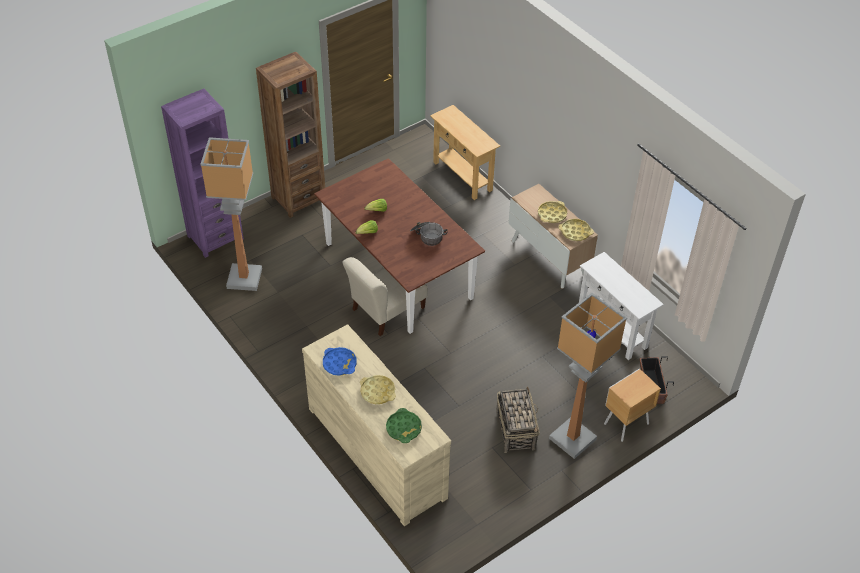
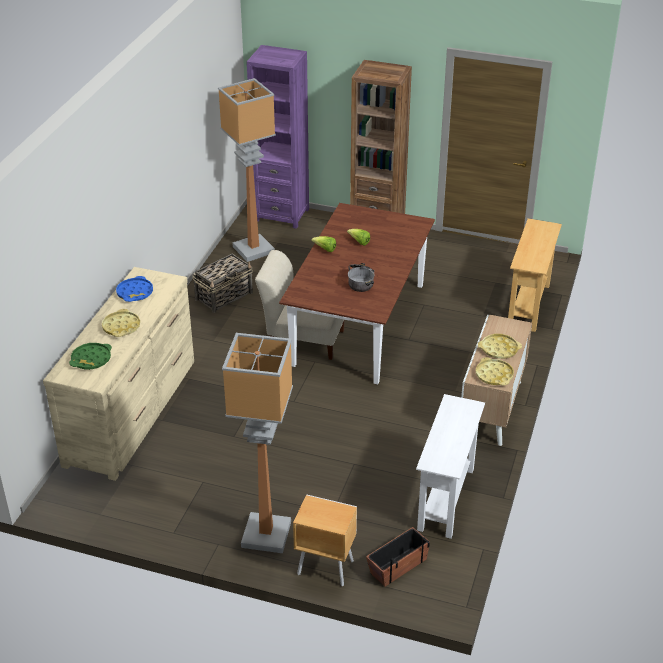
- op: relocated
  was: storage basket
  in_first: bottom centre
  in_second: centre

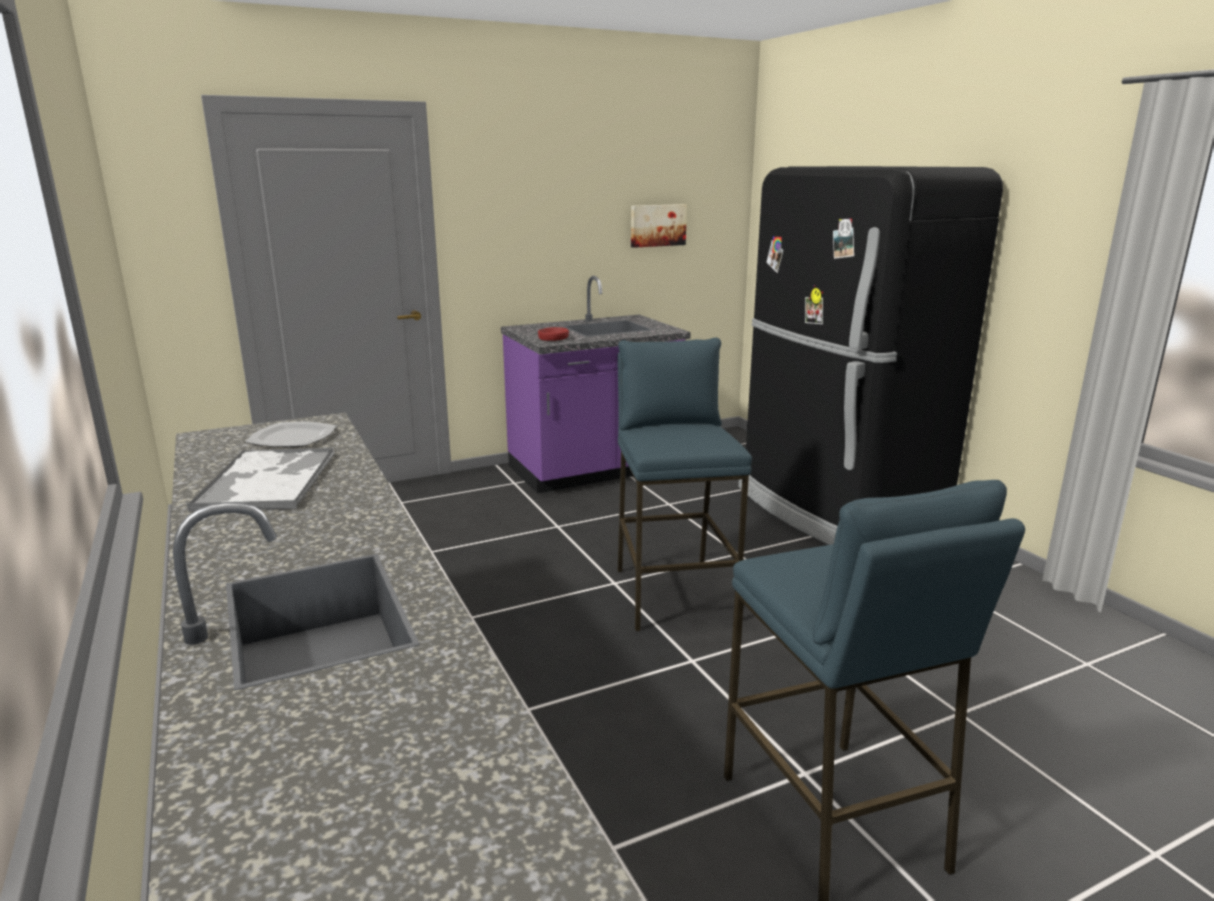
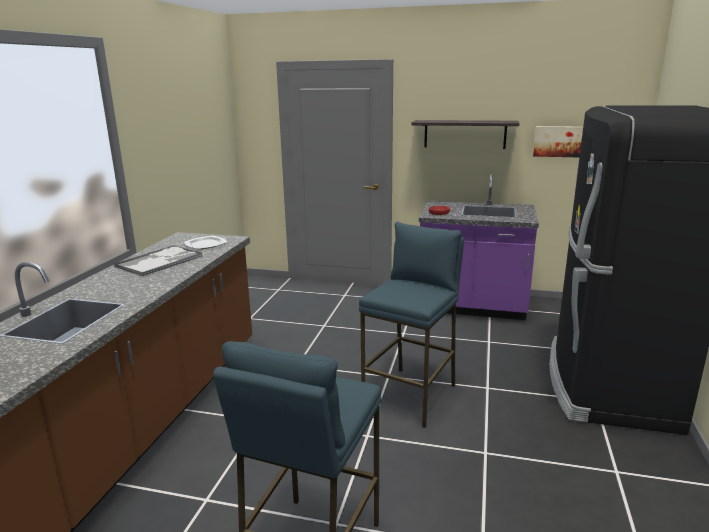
- op: appeared
  now: wall shelf
  in_second: top centre

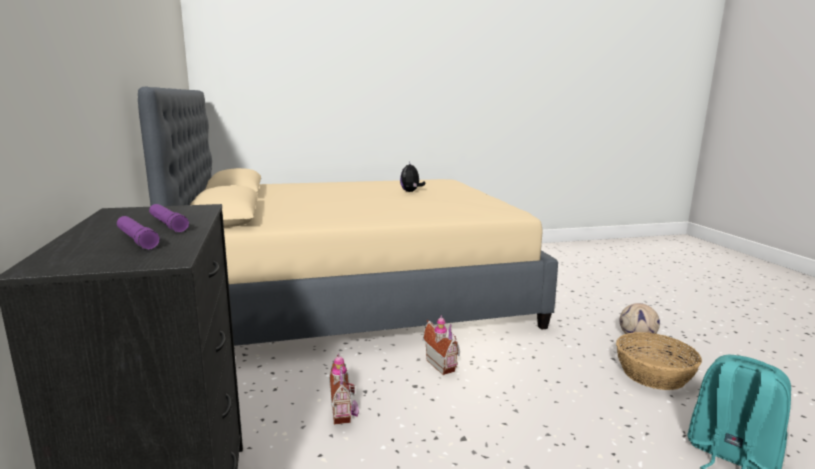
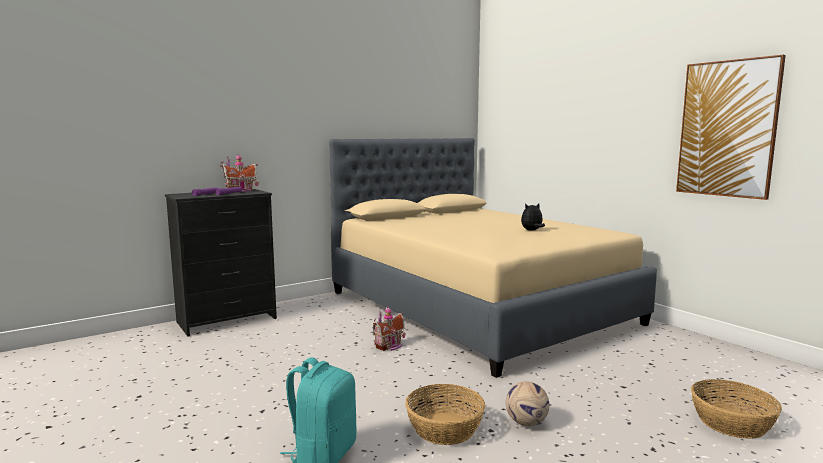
- op: relocated
  was: miniature house (no. 1 from left)
  in_first: bottom centre
  in_second: middle left
- op: appeared
  now: picture
  in_second: top right
- op: appeared
  now: storage basket (no. 2 from left)
  in_second: bottom right

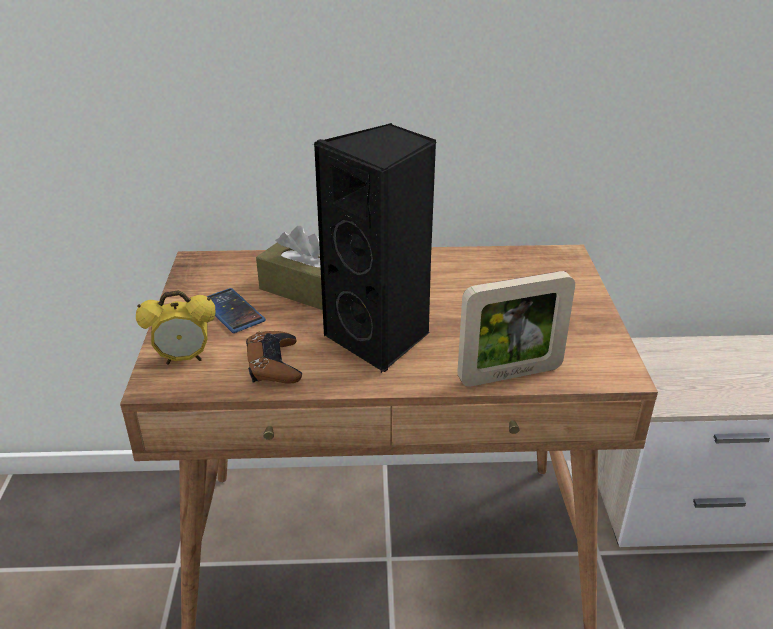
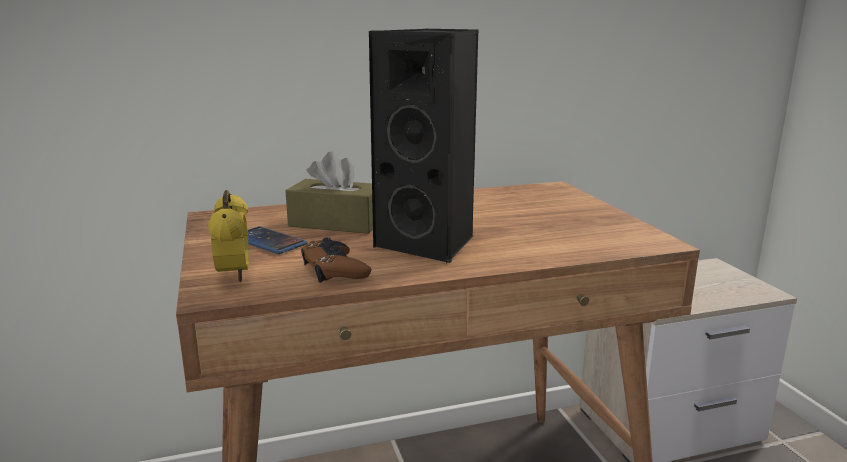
- op: spun
  was: table clock
  in_first: middle left
  in_second: middle left
  clockwise: -75
- op: missing
  was: standing frame
  in_first: middle right

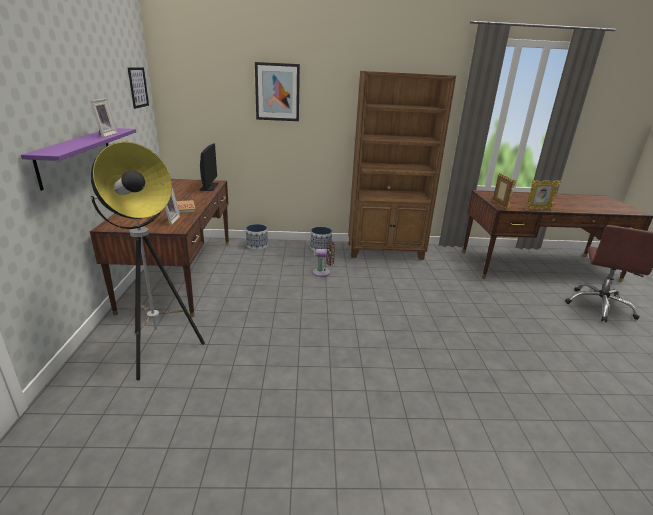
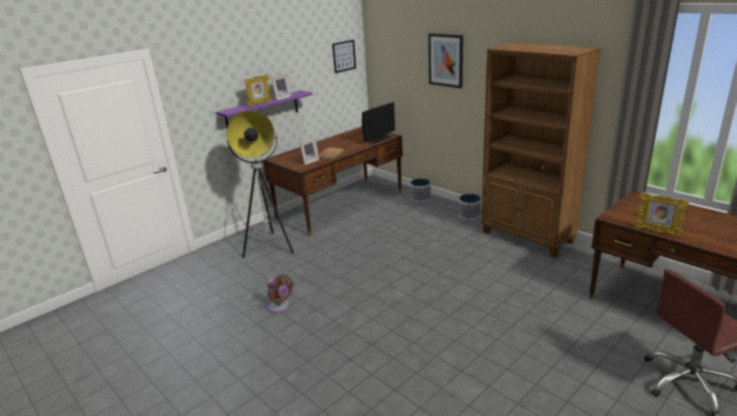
- op: relocated
  was: standing frame (no. 3 from left in the first image)
  now: standing frame (no. 1 from left)
  in_first: middle right
  in_second: top centre
- op: relocated
  was: brown-coloured fan
  in_first: centre
  in_second: bottom centre

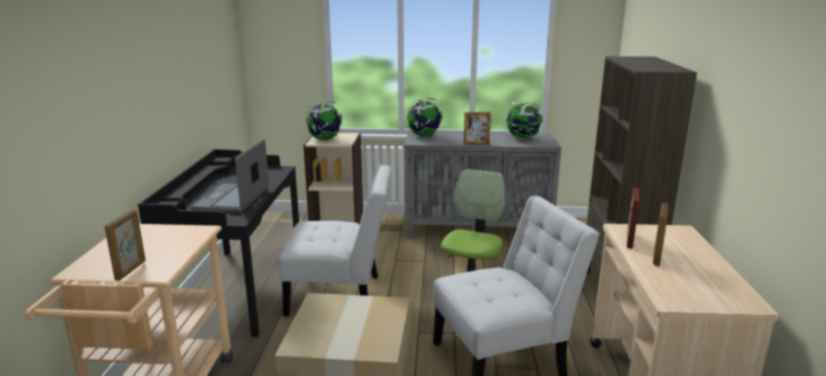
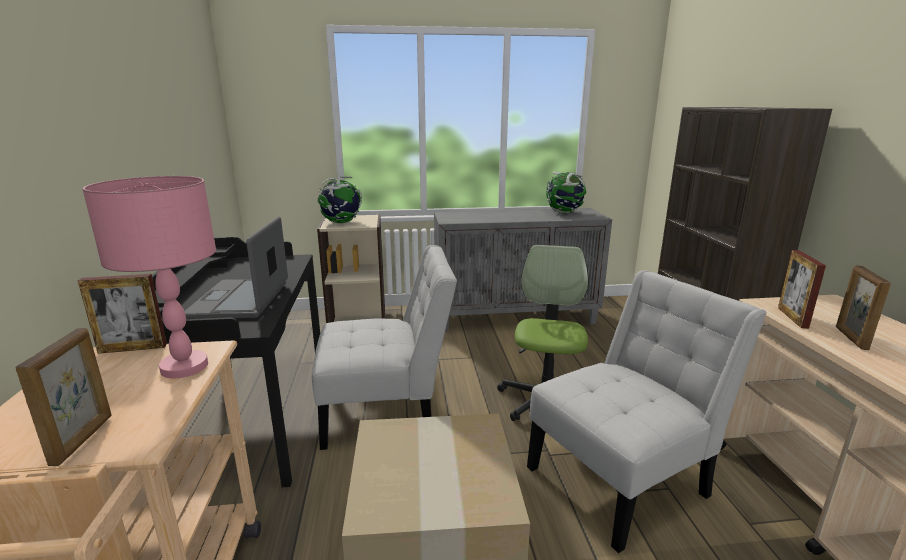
- op: relocated
  was: standing frame (no. 2 from left)
  in_first: centre
  in_second: middle left
- op: appeared
  now: pink table lamp
  in_second: middle left
- op: missing
  was: world globe (no. 2 from left)
  in_first: top centre

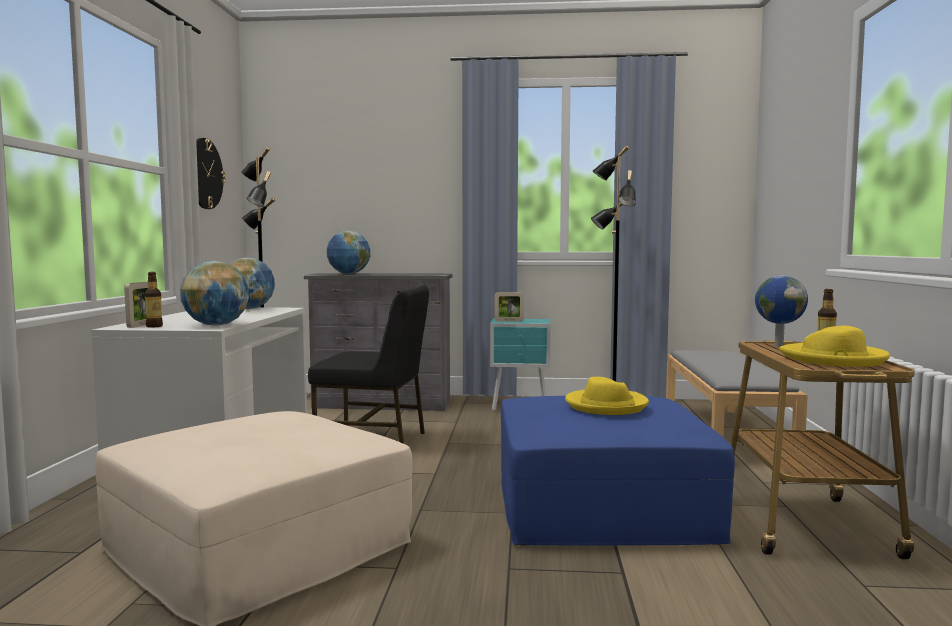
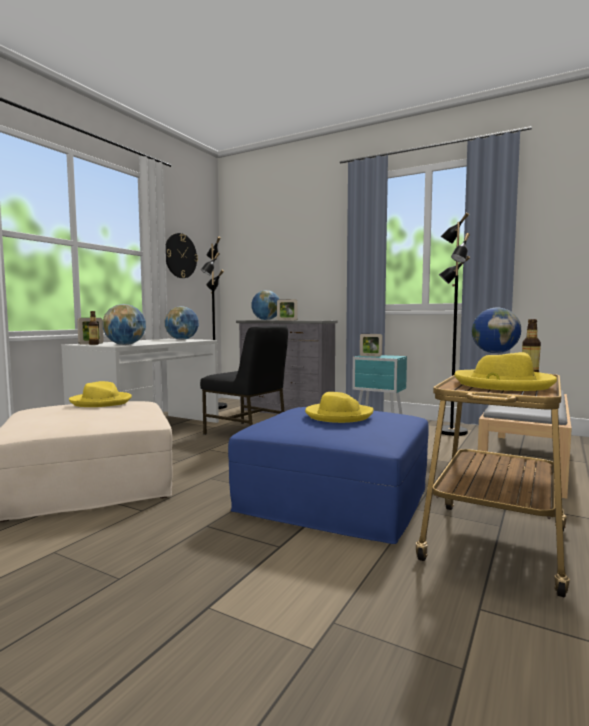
- op: appeared
  now: yellowish clothing hat (no. 1 from left)
  in_second: middle left
- op: appeared
  now: standing frame (no. 2 from left)
  in_second: centre

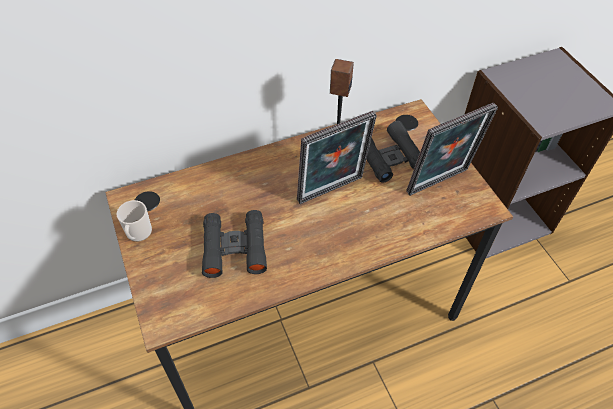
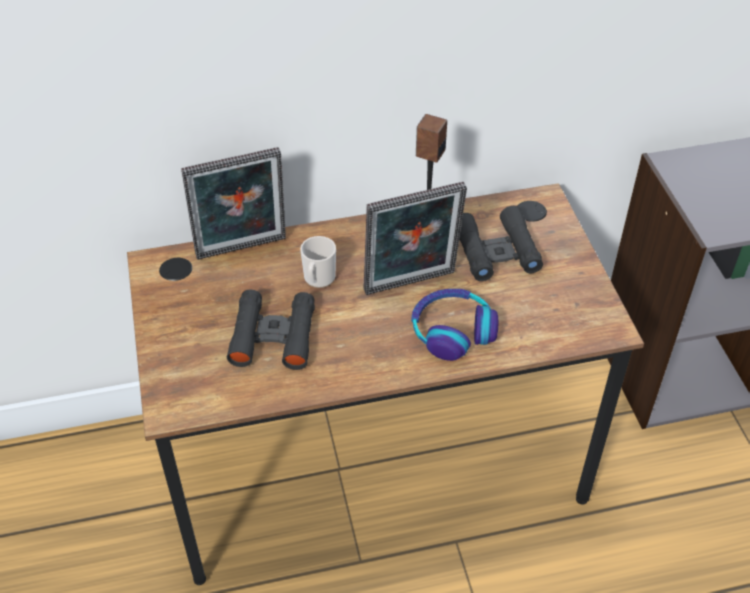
- op: relocated
  was: standing frame (no. 2 from left in the first image)
  now: standing frame (no. 1 from left)
  in_first: middle right
  in_second: middle left
- op: relocated
  was: coffee mug
  in_first: middle left
  in_second: centre
- op: appeared
  now: headset
  in_second: centre

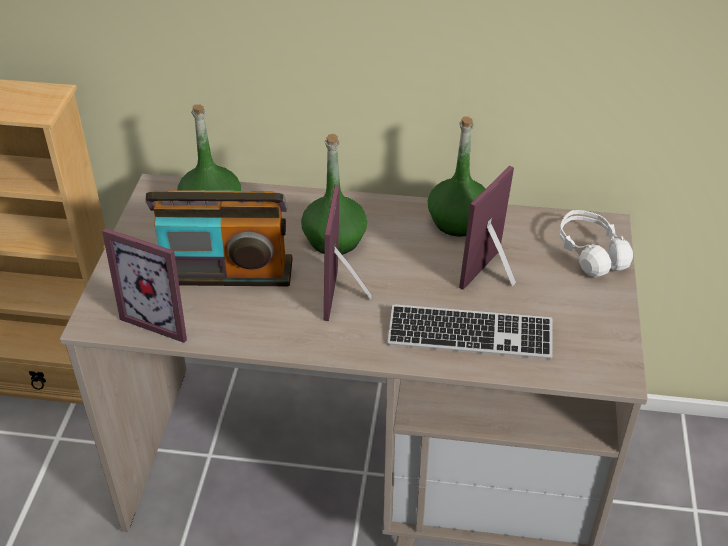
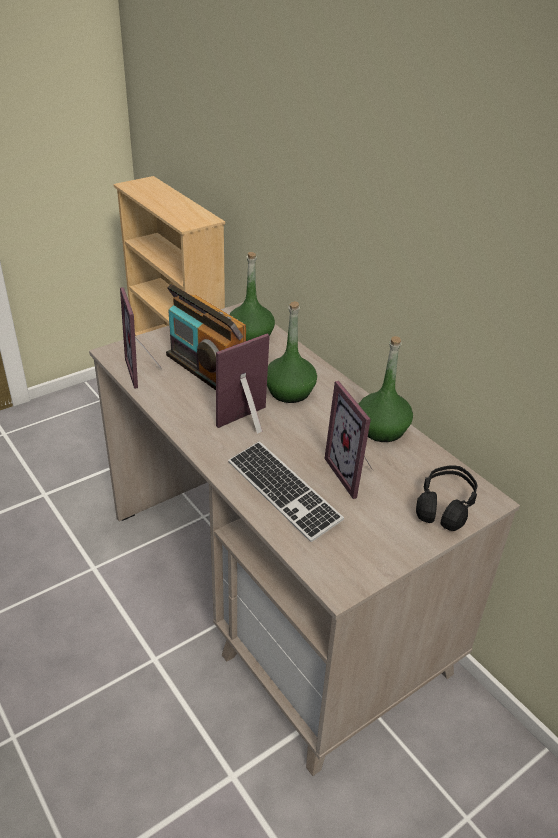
- op: spun
  was: standing frame (no. 3 from left)
  in_first: middle right
  in_second: centre
  clockwise: -105
- op: colour
  was: white headset
  now: blackish headset
  in_first: middle right
  in_second: middle right

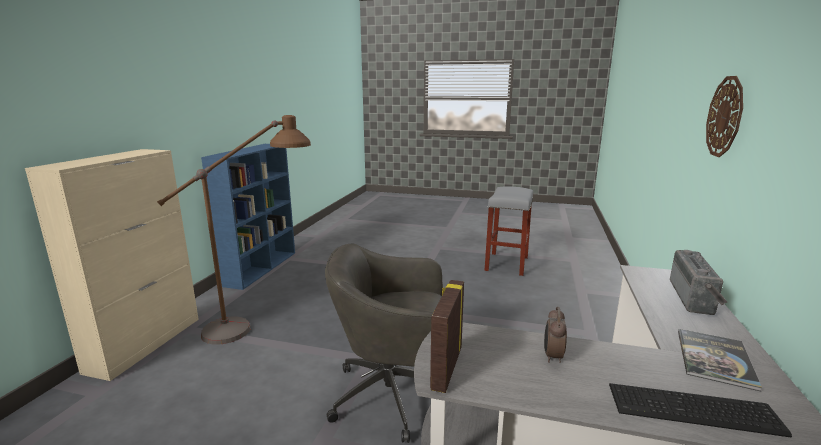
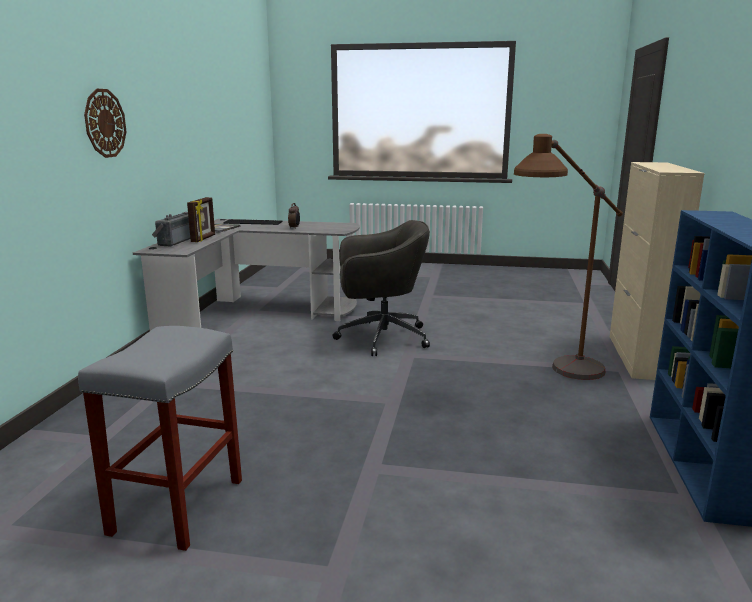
- op: relocated
  was: standing frame
  in_first: bottom centre
  in_second: middle left

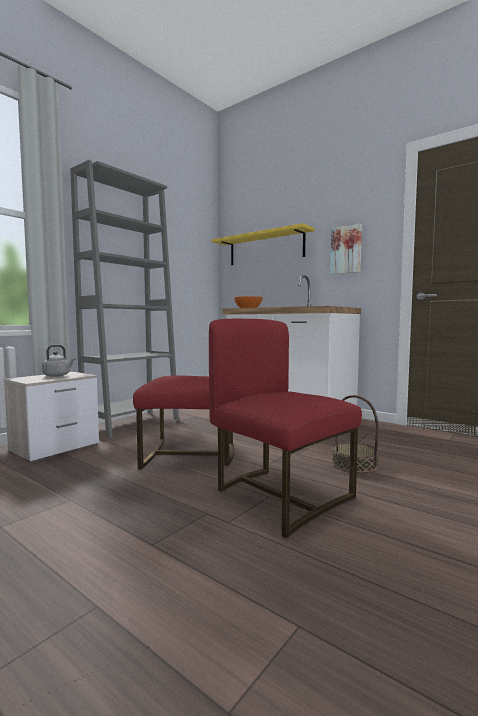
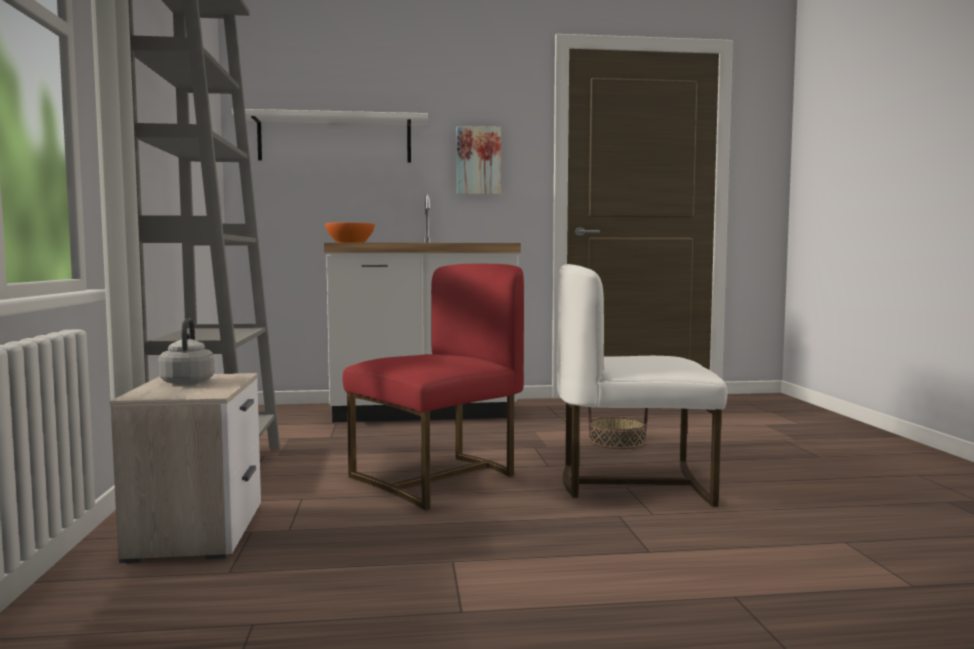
- op: colour
  was: yellowish wall shelf
  now: white wall shelf
  in_first: centre
  in_second: top centre
- op: colour
  was: red chair (no. 2 from left)
  now: white chair
  in_first: centre
  in_second: centre

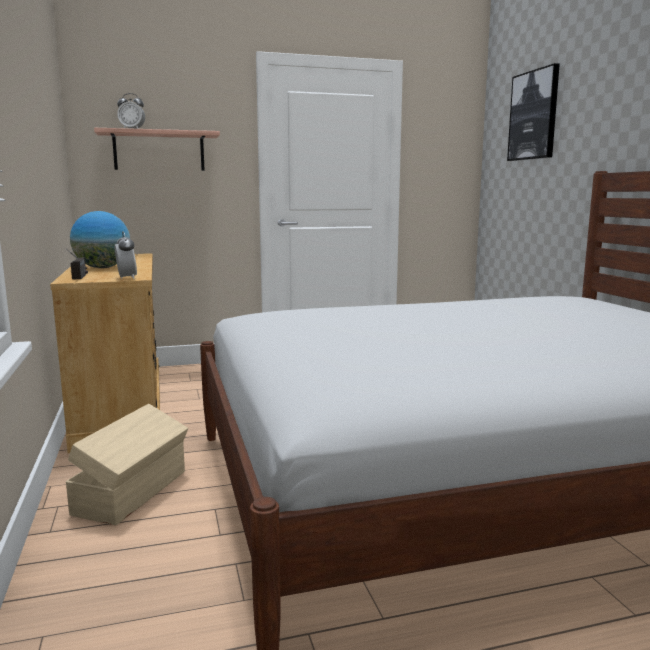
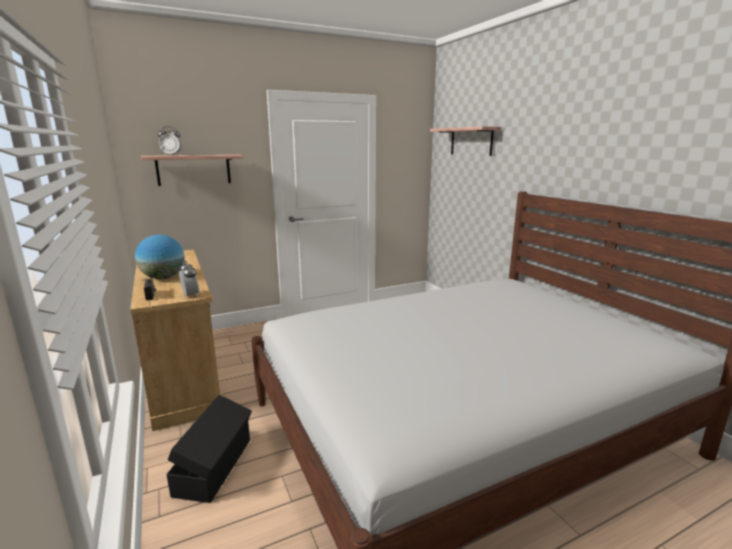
- op: colour
  was: beige storage container
  now: blackish storage container
  in_first: bottom left
  in_second: bottom left
- op: exchanged
  was: picture
  now: wall shelf (no. 2 from left)
  in_first: top right
  in_second: top centre

